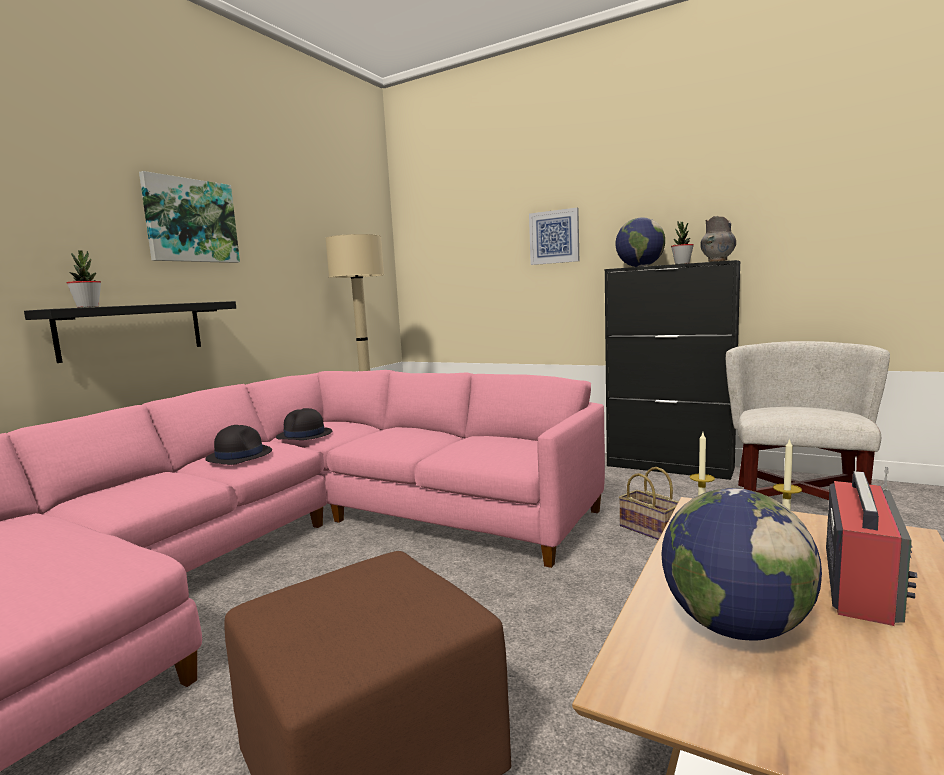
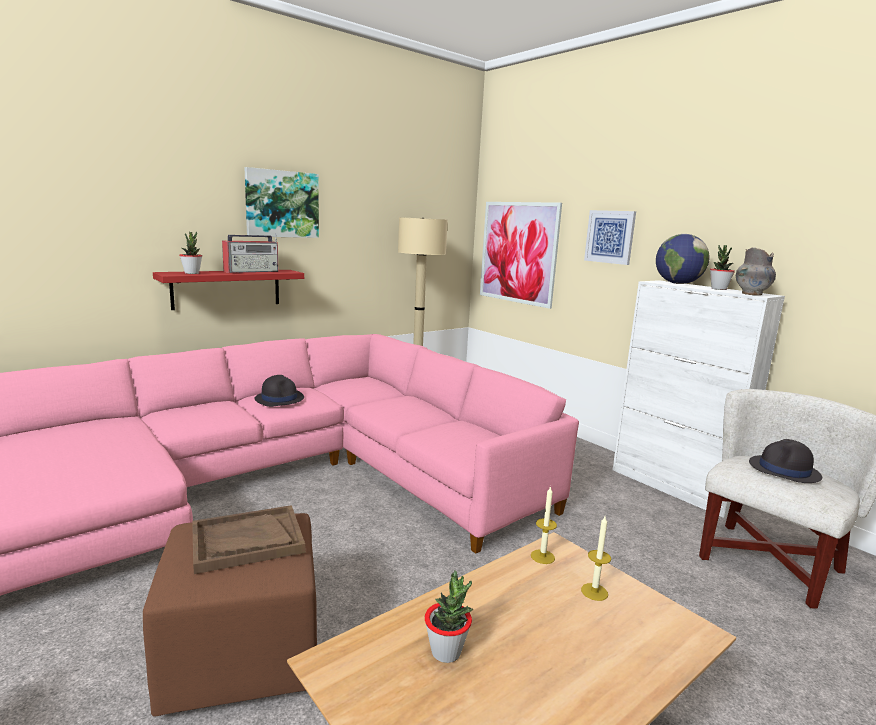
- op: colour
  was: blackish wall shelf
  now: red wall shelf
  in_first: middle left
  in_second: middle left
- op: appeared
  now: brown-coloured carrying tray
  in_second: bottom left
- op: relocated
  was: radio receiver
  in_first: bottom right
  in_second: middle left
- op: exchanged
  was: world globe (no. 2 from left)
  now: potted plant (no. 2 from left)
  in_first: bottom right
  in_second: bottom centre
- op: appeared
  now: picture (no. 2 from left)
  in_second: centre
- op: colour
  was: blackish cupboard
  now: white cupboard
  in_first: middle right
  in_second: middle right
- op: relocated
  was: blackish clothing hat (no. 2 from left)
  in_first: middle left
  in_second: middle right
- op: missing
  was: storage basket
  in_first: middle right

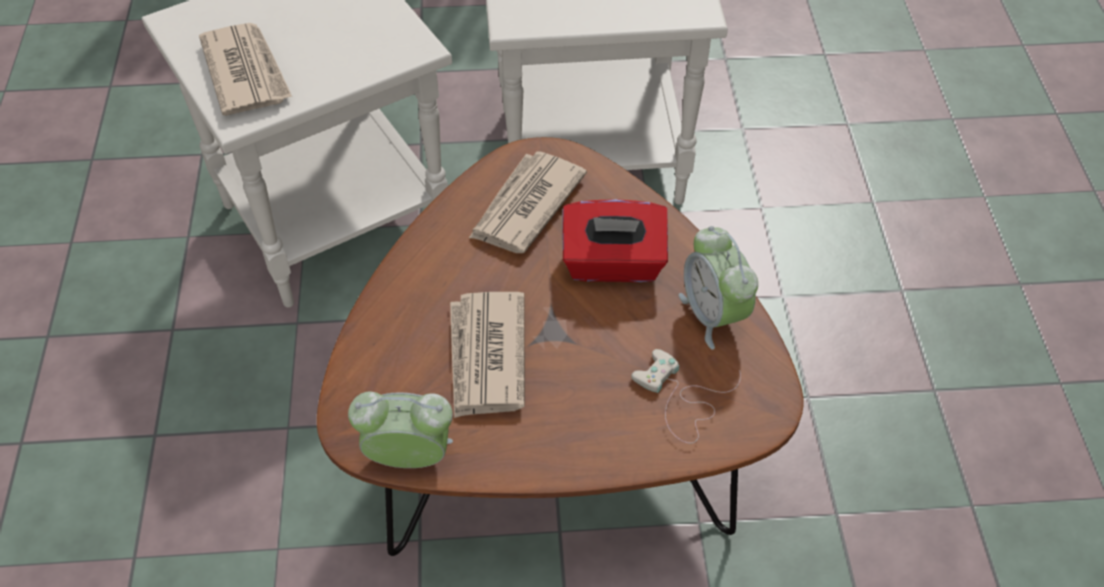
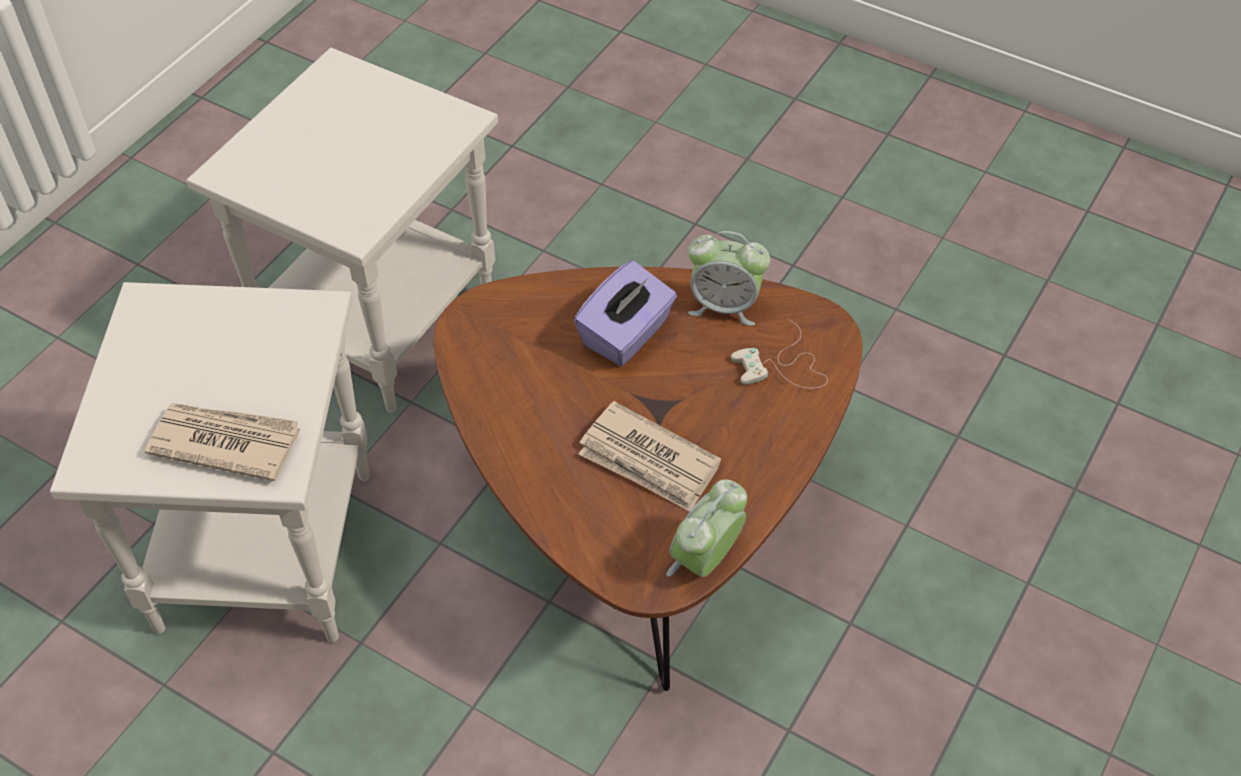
- op: colour
  was: red tissue box
  now: purple tissue box
  in_first: centre
  in_second: centre
- op: missing
  was: printed paper (no. 3 from left)
  in_first: centre

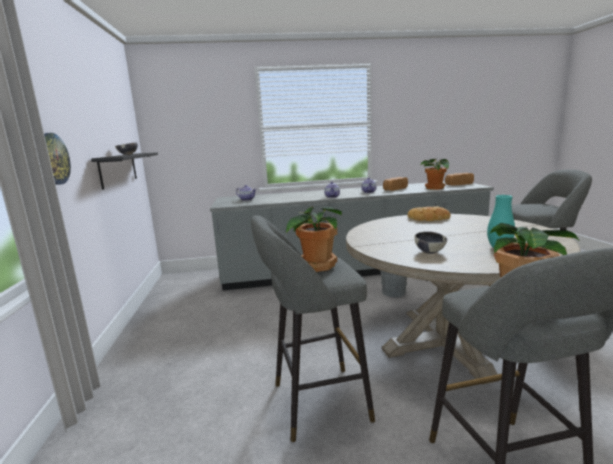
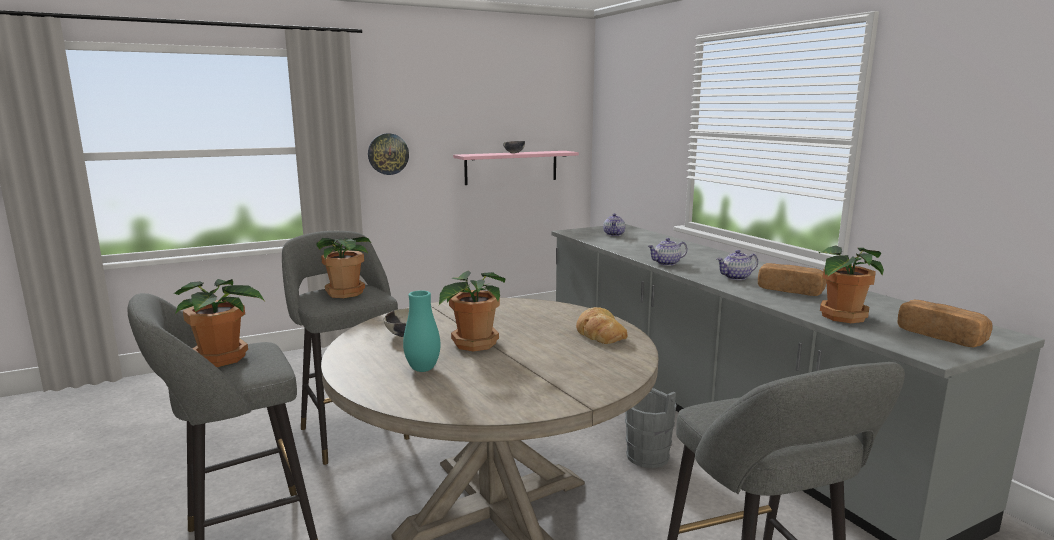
- op: appeared
  now: potted plant (no. 3 from left)
  in_second: centre
- op: colour
  was: blackish wall shelf
  now: pink wall shelf
  in_first: middle left
  in_second: top centre

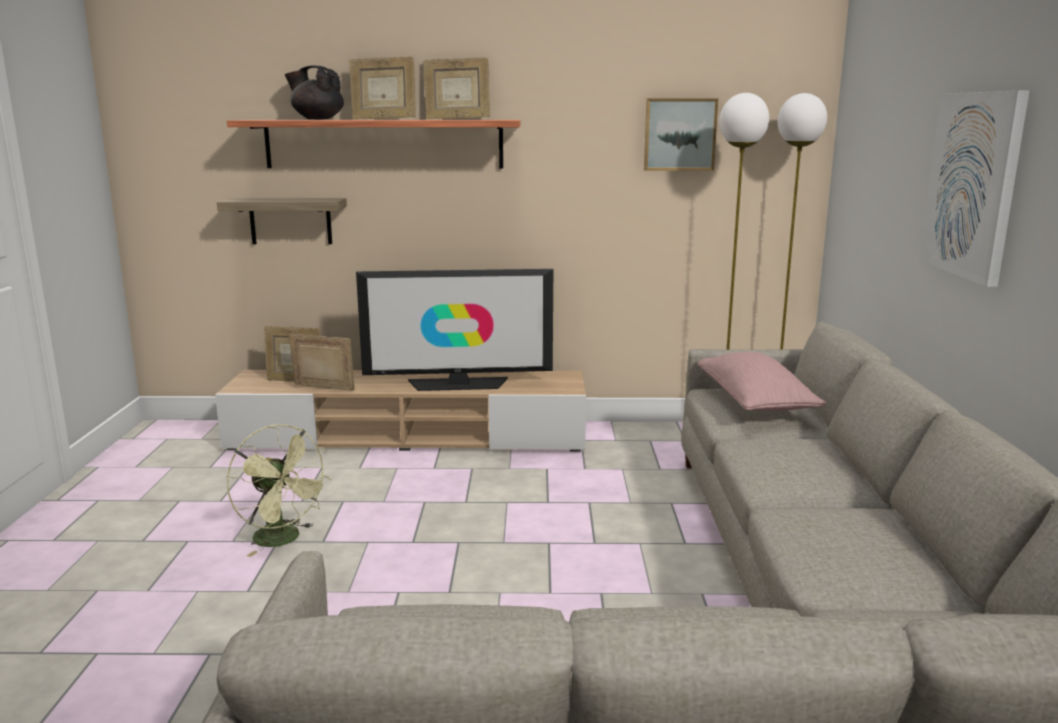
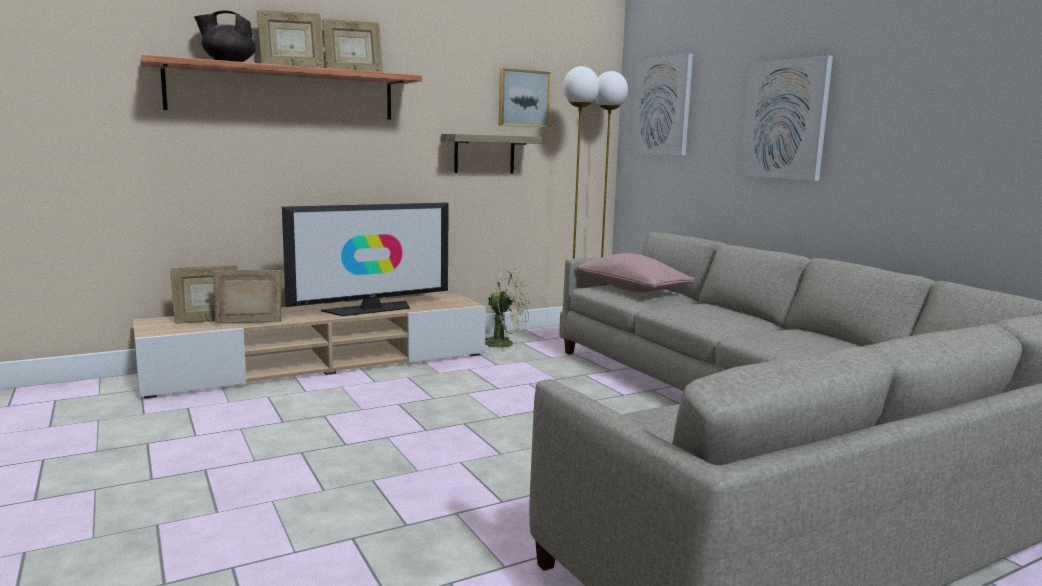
- op: relocated
  was: wall shelf (no. 1 from left in the first image)
  now: wall shelf (no. 2 from left)
  in_first: top left
  in_second: top centre
- op: relocated
  was: green-coloured fan
  in_first: bottom left
  in_second: centre
- op: appeared
  now: picture (no. 2 from left)
  in_second: top centre

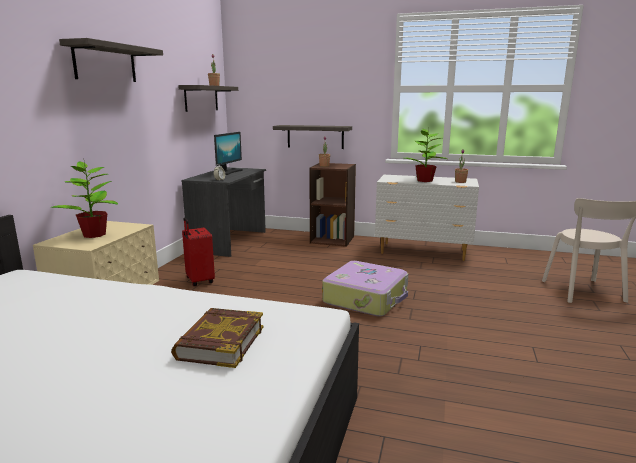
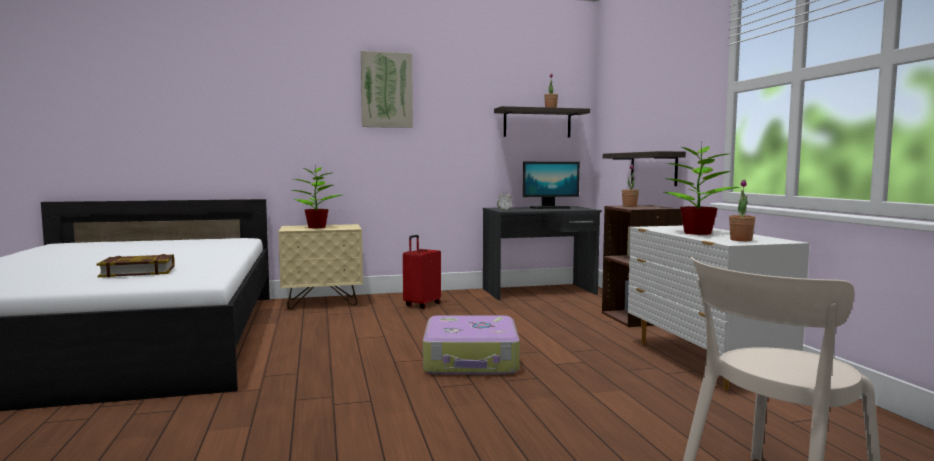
- op: exchanged
  was: wall shelf (no. 1 from left)
  now: picture
  in_first: top left
  in_second: top centre

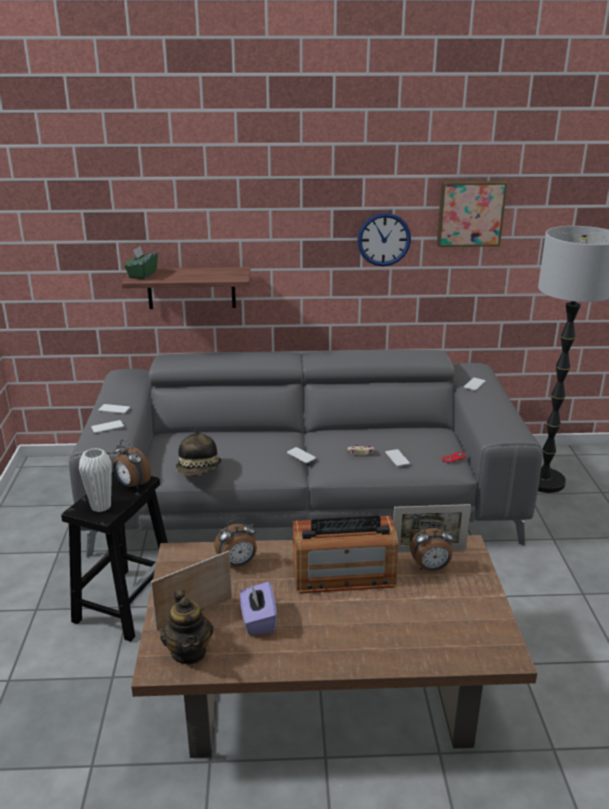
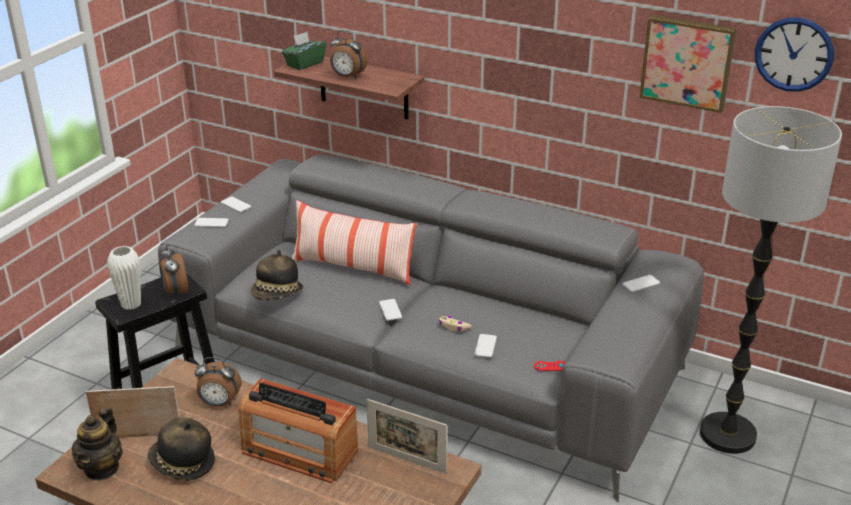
- op: exchanged
  was: purple tissue box
  now: clothing hat (no. 1 from left)
  in_first: bottom centre
  in_second: bottom left
- op: appeared
  now: throw pillow
  in_second: centre
- op: relocated
  was: table clock (no. 3 from left)
  in_first: bottom right
  in_second: top centre
- op: relocated
  was: clock on the wall
  in_first: top centre
  in_second: top right

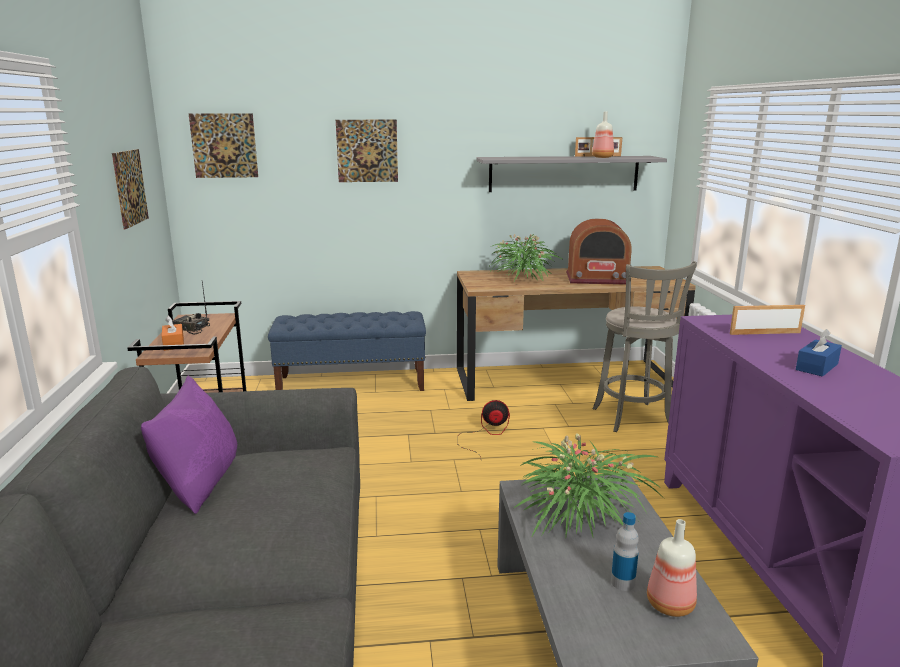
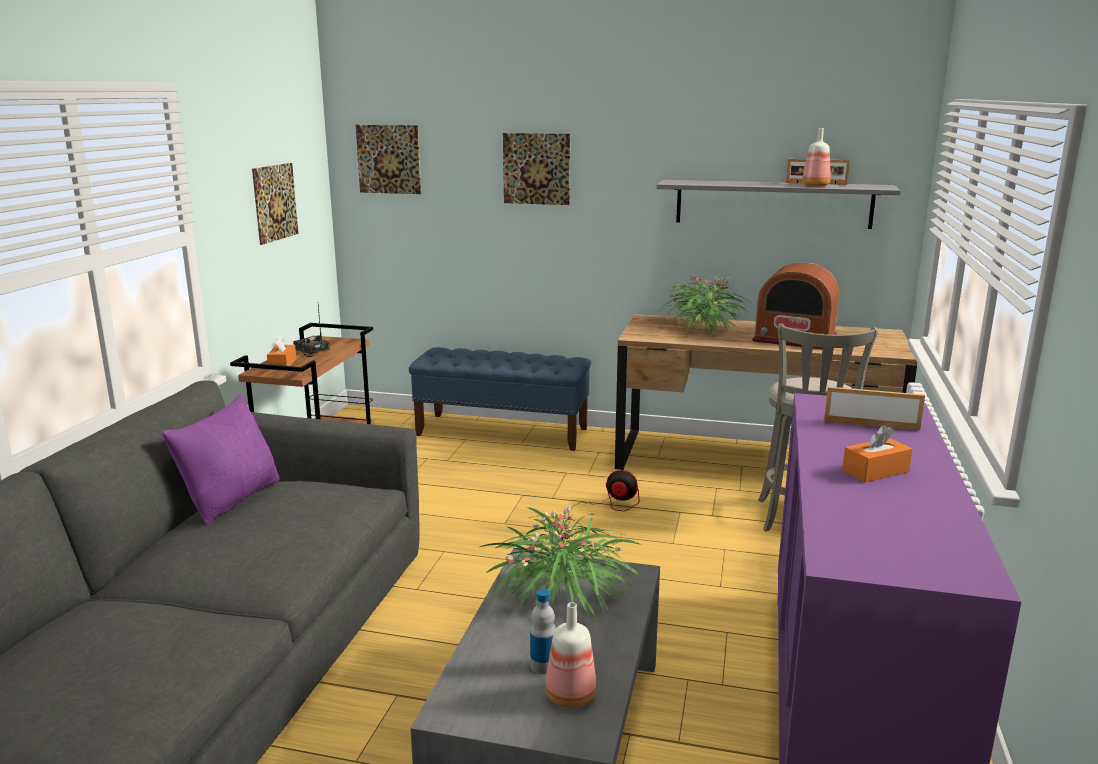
- op: colour
  was: blue tissue box
  now: orange tissue box (no. 2 from left)
  in_first: middle right
  in_second: middle right

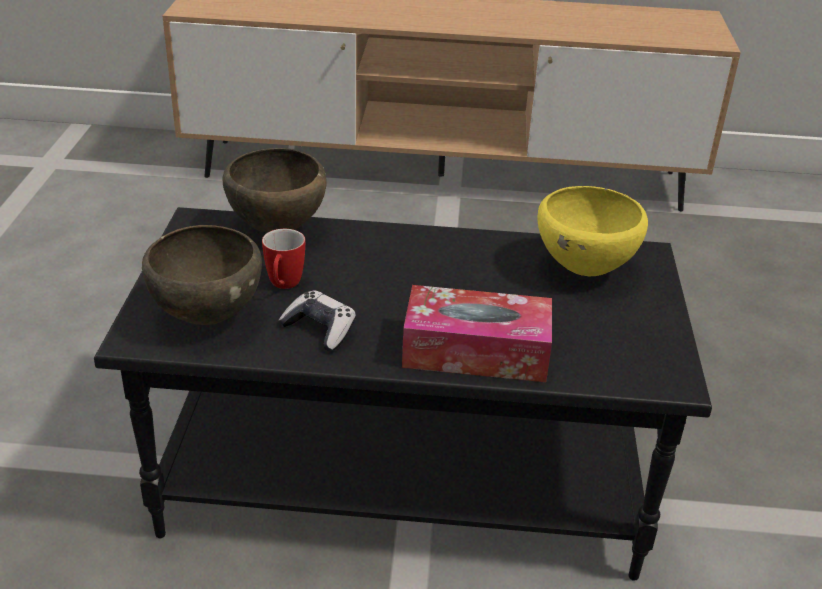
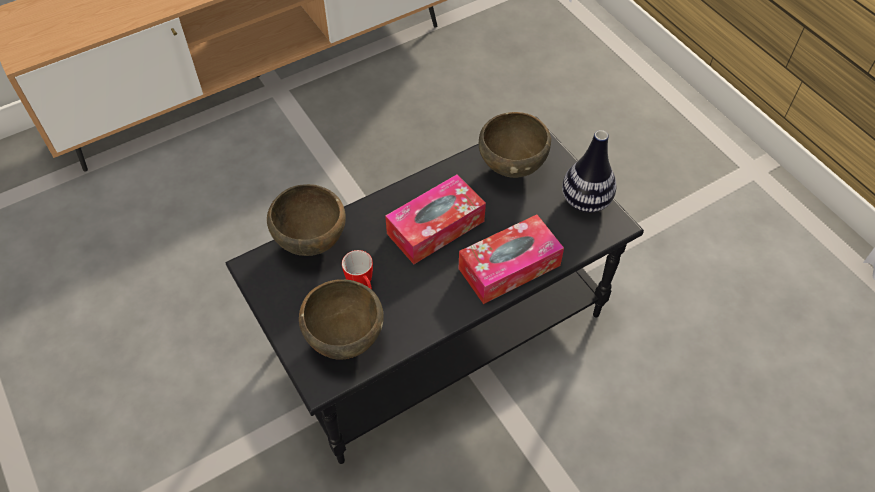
- op: appeared
  now: tissue box (no. 1 from left)
  in_second: centre
- op: colour
  was: yellowish bowl
  now: brown-coloured bowl (no. 3 from left)
  in_first: middle right
  in_second: top centre
- op: appeared
  now: vase
  in_second: middle right
- op: missing
  was: joypad
  in_first: centre

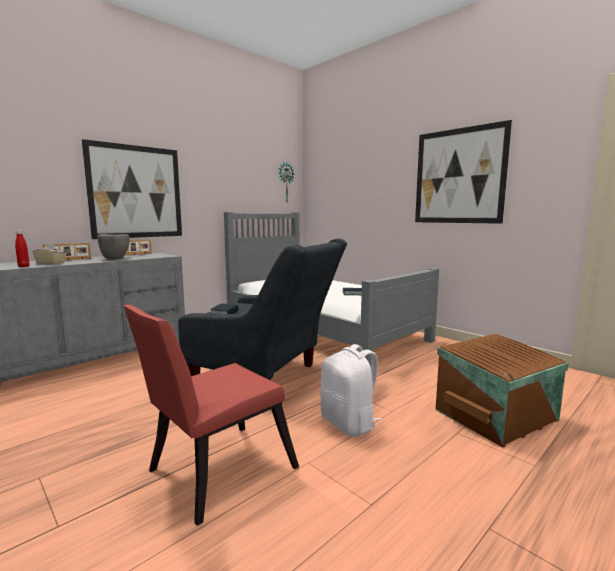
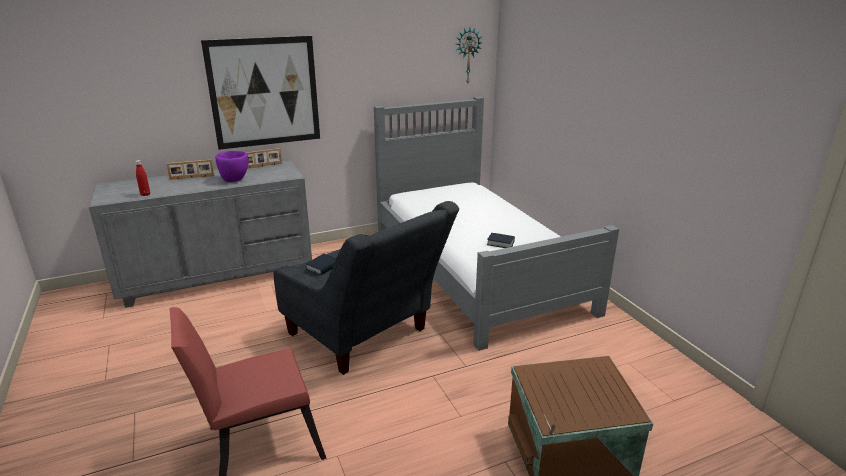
- op: colour
  was: gray bowl
  now: purple bowl
  in_first: middle left
  in_second: middle left
- op: missing
  was: beige tissue box
  in_first: middle left
- op: missing
  was: white knapsack
  in_first: bottom centre
- op: missing
  was: picture (no. 2 from left)
  in_first: top right

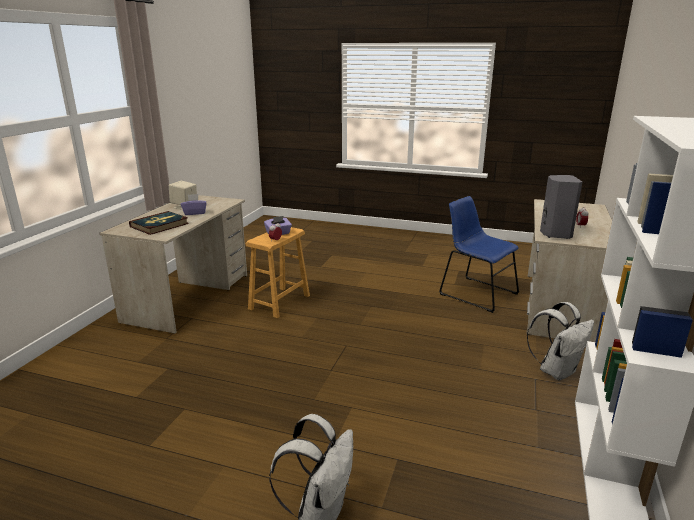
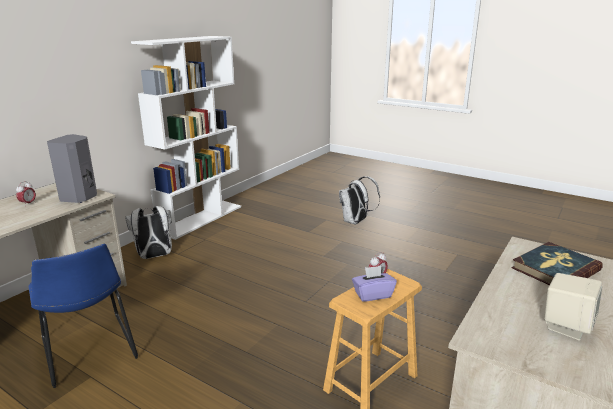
- op: missing
  was: purple tissue box (no. 1 from left)
  in_first: middle left

